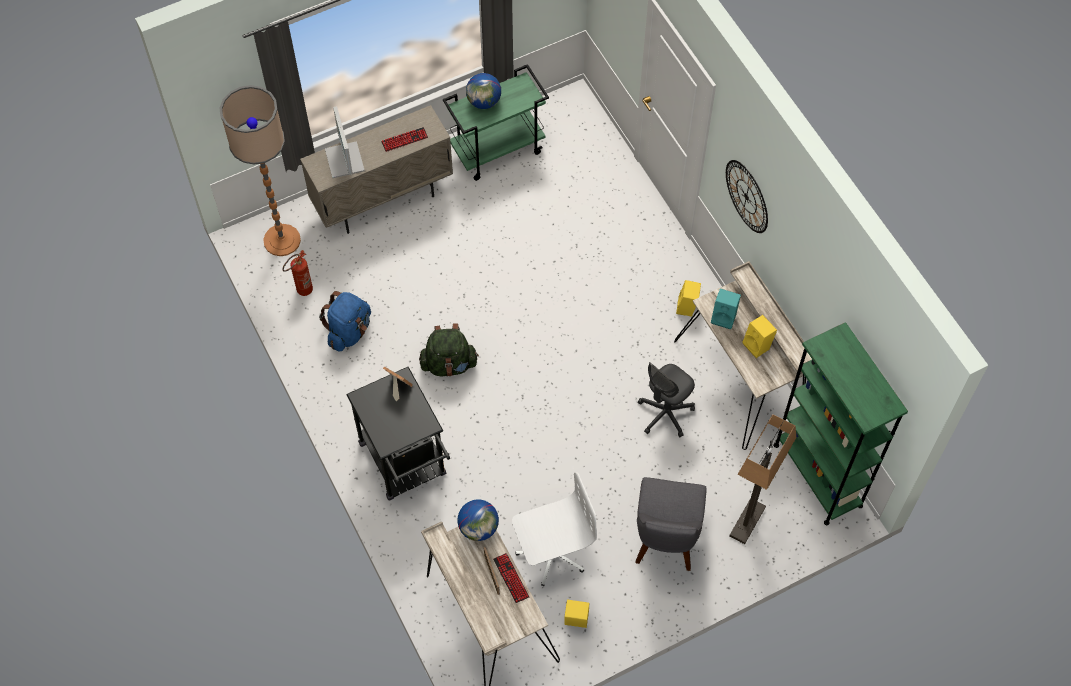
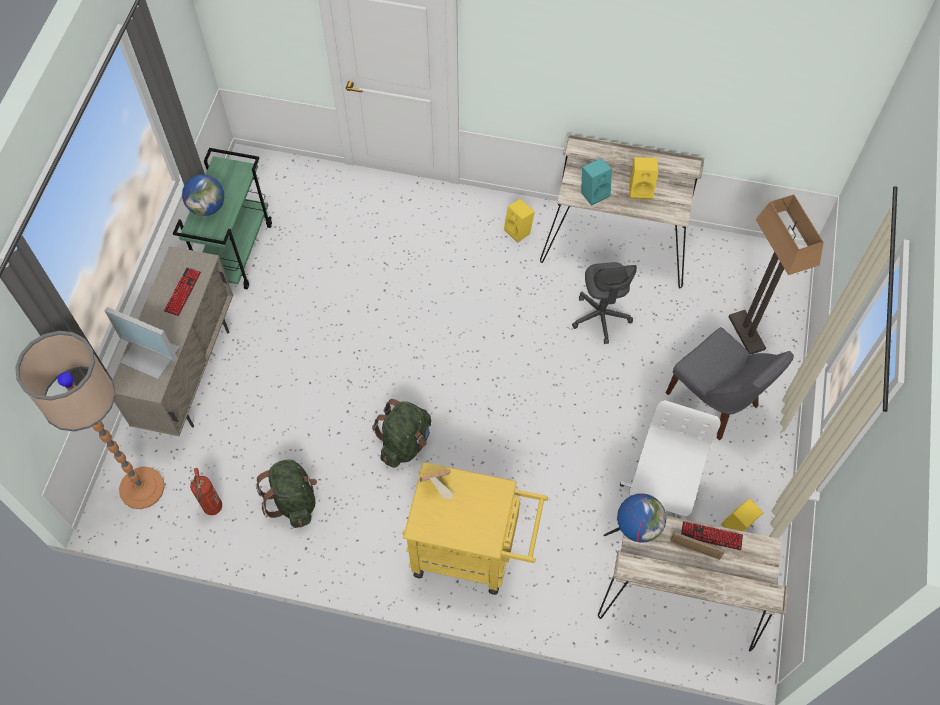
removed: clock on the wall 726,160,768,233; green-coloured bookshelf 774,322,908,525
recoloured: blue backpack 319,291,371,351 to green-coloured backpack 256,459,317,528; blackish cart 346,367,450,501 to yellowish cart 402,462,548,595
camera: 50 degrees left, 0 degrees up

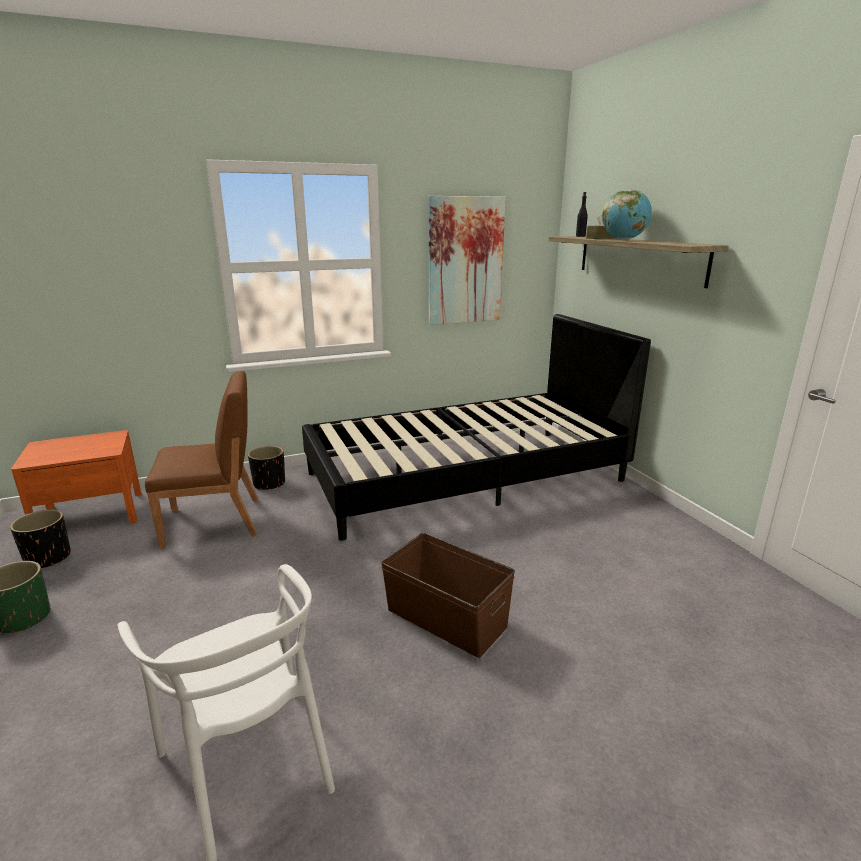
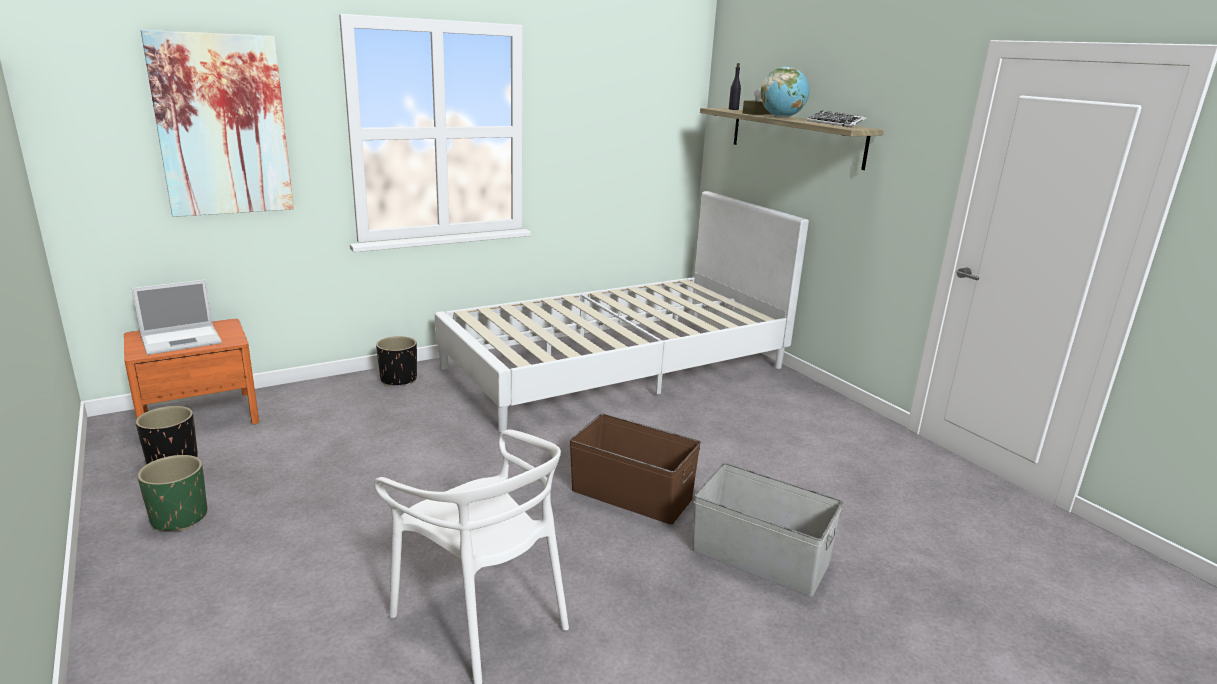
removed: brown-coloured plain chair 145,371,258,549
added: keyboard 807,111,866,127; notebook computer 132,280,222,355; gray storage box 692,463,843,597
moved: wall art 429,196,506,325 to 141,30,294,217
recoloured: blackish bedroom bed 302,314,651,541 to white bedroom bed 435,191,809,432
camera: 10 degrees left, 0 degrees up

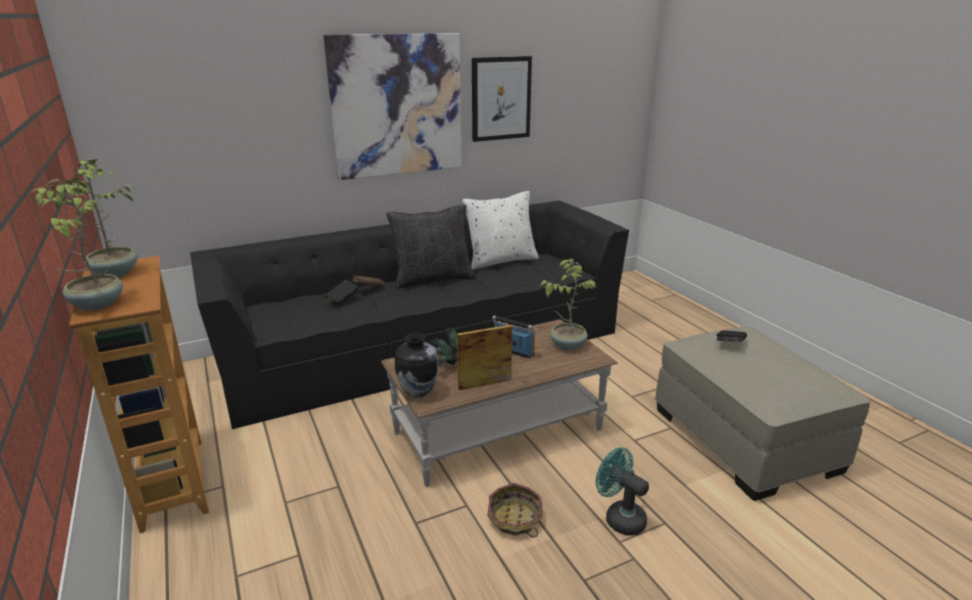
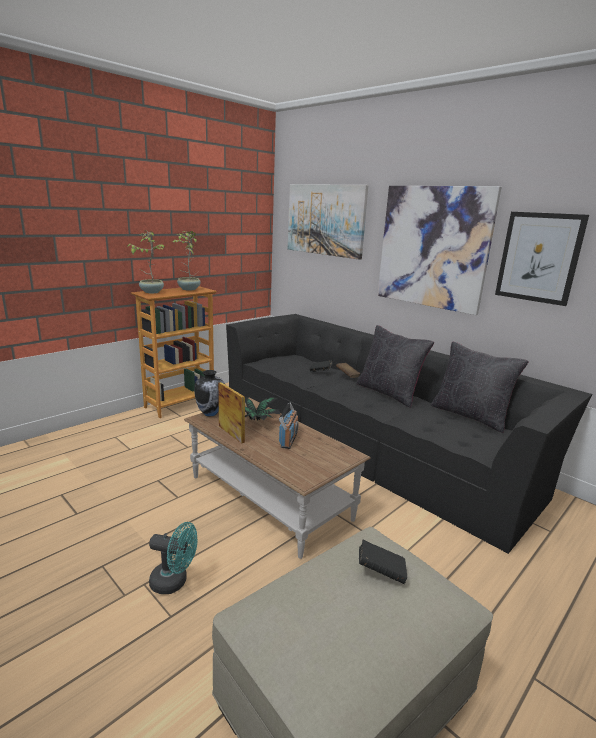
removed: houseplant 540,259,597,350; basket 487,483,543,537
added: wall art 288,184,368,260
recoloured: white pillow 462,191,539,270 to blackish pillow 430,342,529,433
turned: turquoise-coloured cooling fan 596,447,649,536 = 149,522,197,594 75 degrees clockwise
camera: 70 degrees right, 5 degrees down

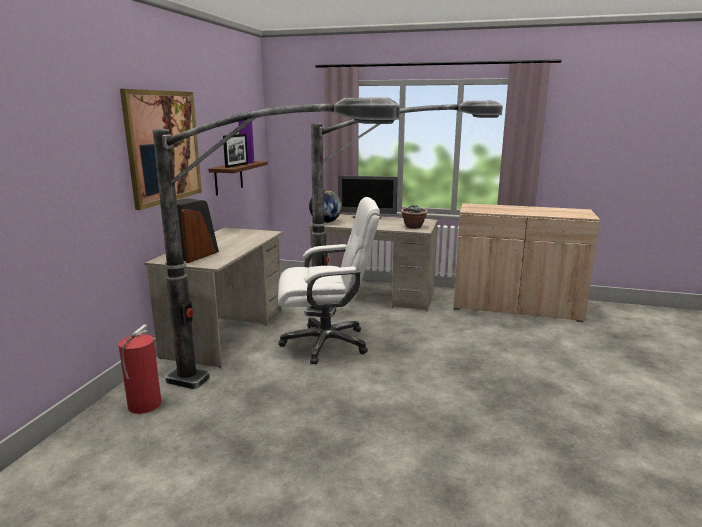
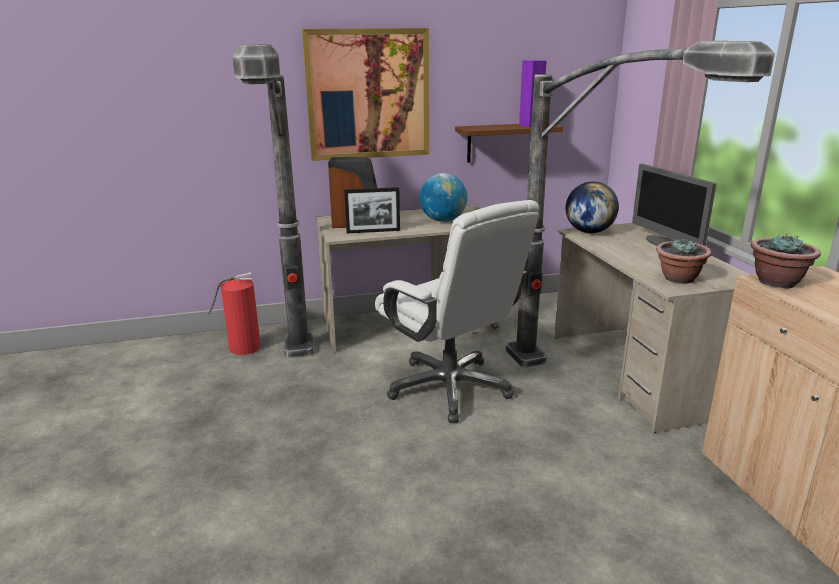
added: globe 419,173,467,222; houseplant 750,233,821,288
moved: picture frame 223,134,248,168 to 344,187,400,234
camera: 60 degrees right, 5 degrees up

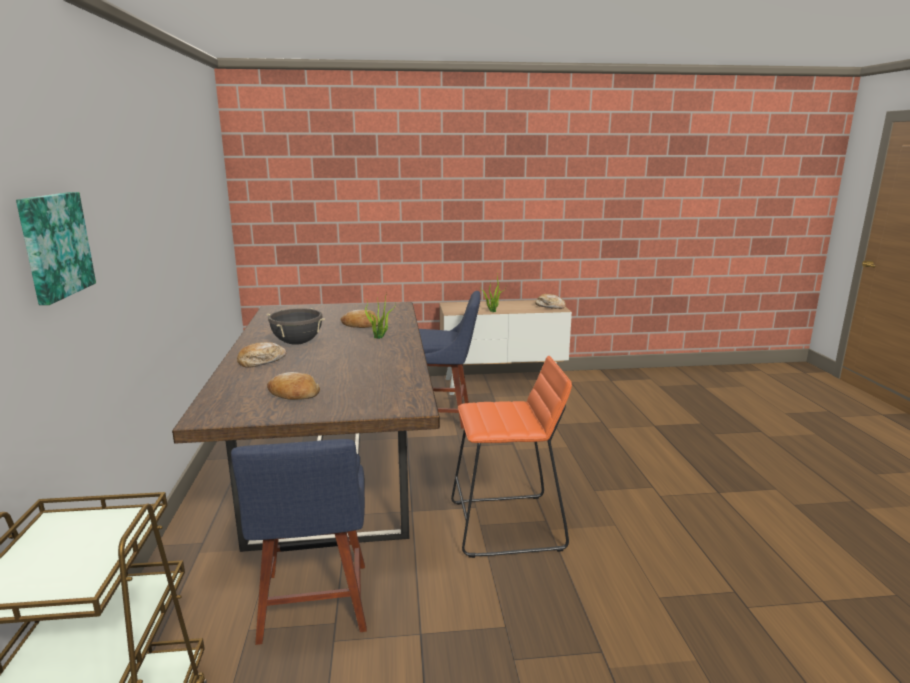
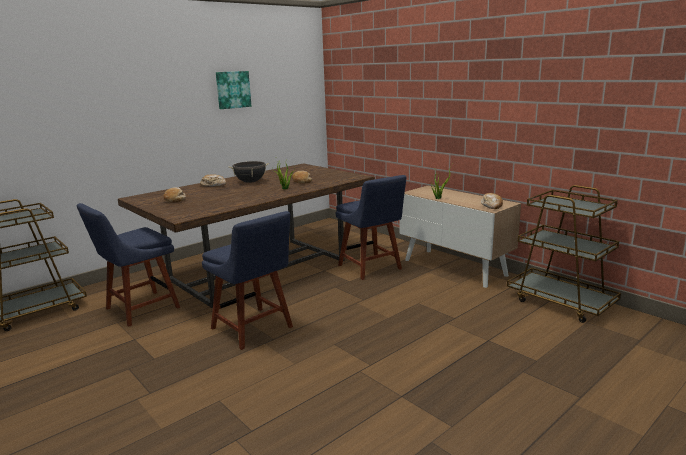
added: brown-coloured cart 507,185,621,323
moved: wall art 16,192,96,305 to 216,71,251,109
replaced: orangey stool 451,356,572,558 to blue plain chair 202,211,293,350
camera: 55 degrees right, 0 degrees up

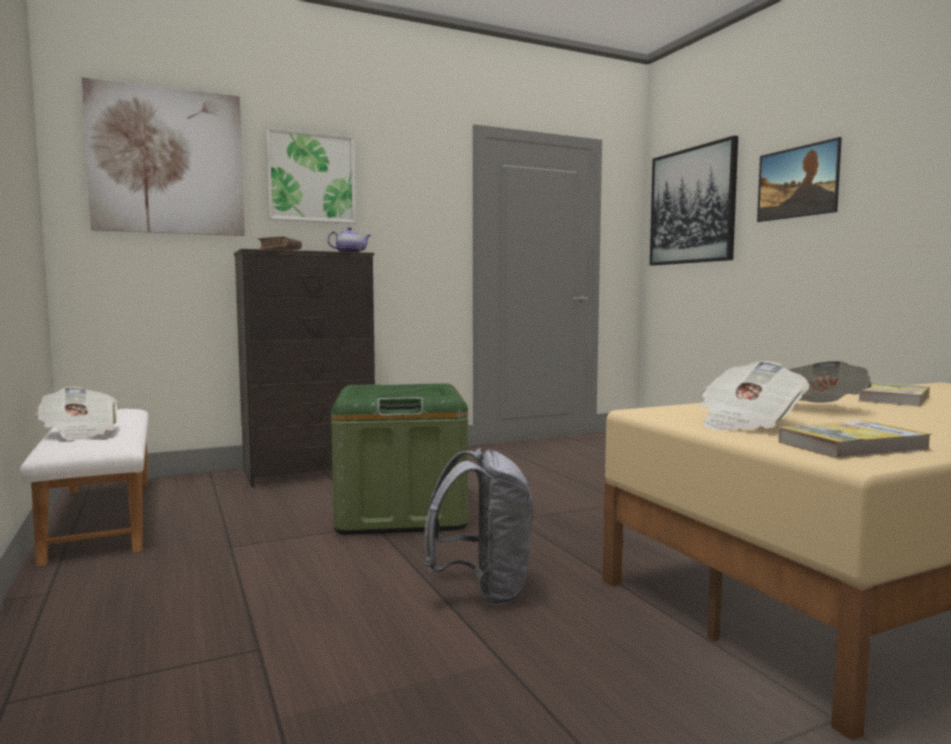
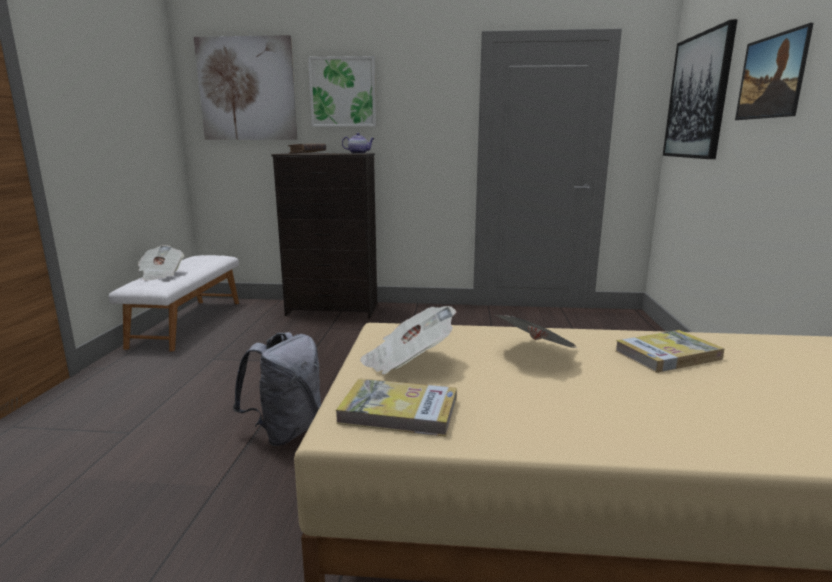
removed: green-coloured storage box 331,383,468,535
camera: 30 degrees right, 10 degrees up

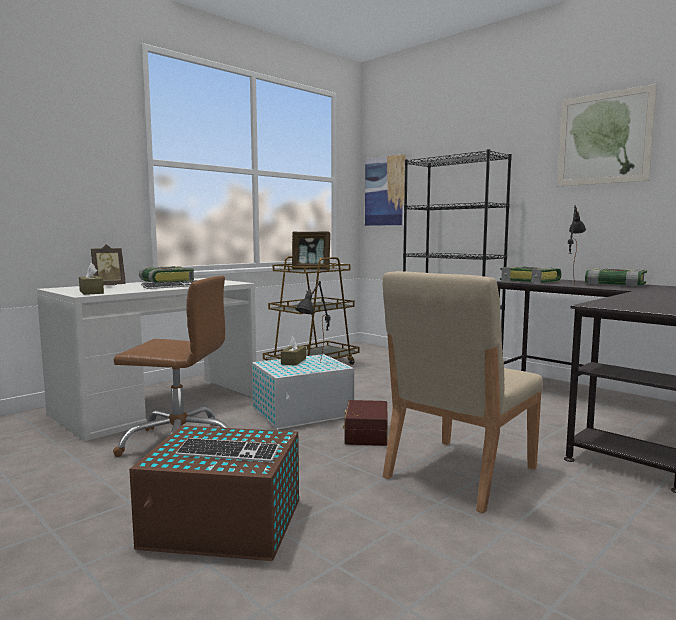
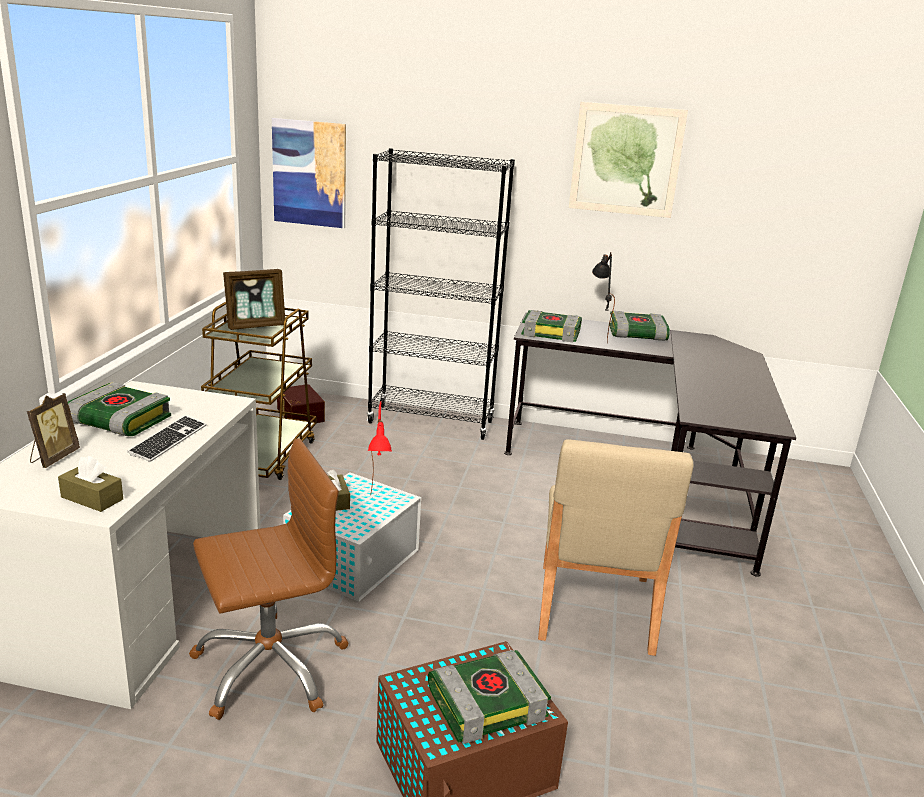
moved: brown-coloured storage box 343,400,387,446 to 277,384,325,423
replaced: keyboard 175,438,280,462 to book 428,650,551,744
recoloured: blackish lamp for a table 295,281,331,362 to reddish lamp for a table 367,401,392,496
camera: 35 degrees left, 15 degrees up

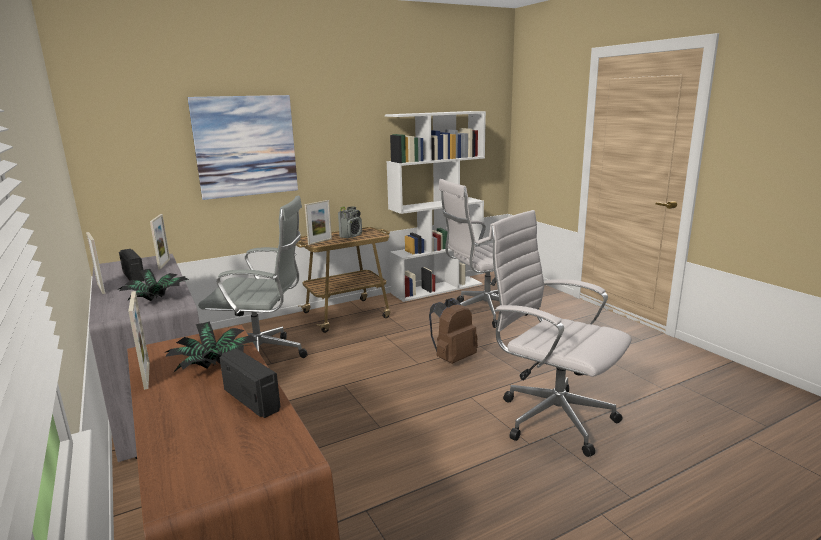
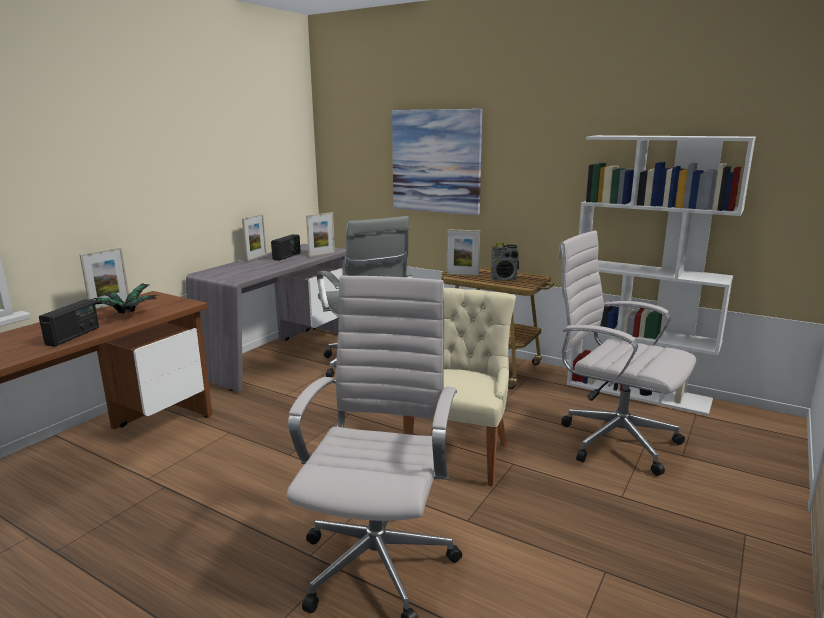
removed: houseplant 119,269,189,301
replaced: brown-coloured backpack 429,298,478,364 to beige plain chair 403,288,516,486
camera: 60 degrees right, 0 degrees up

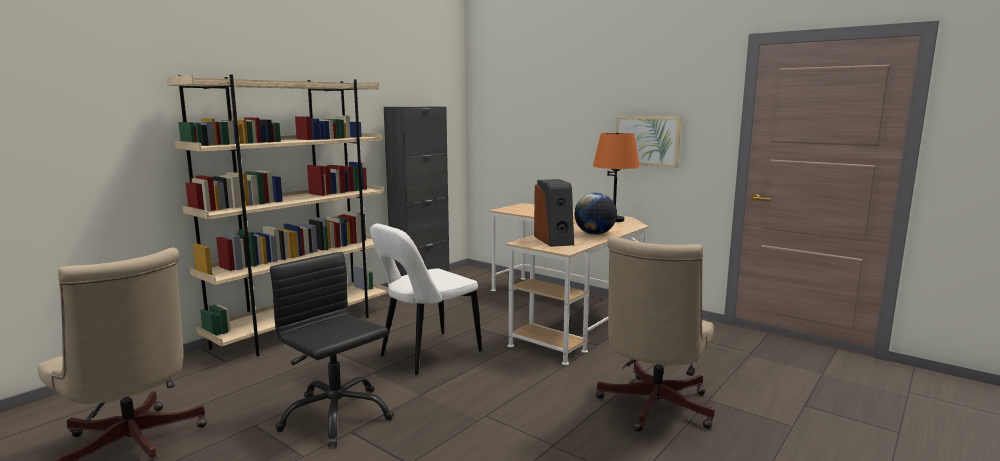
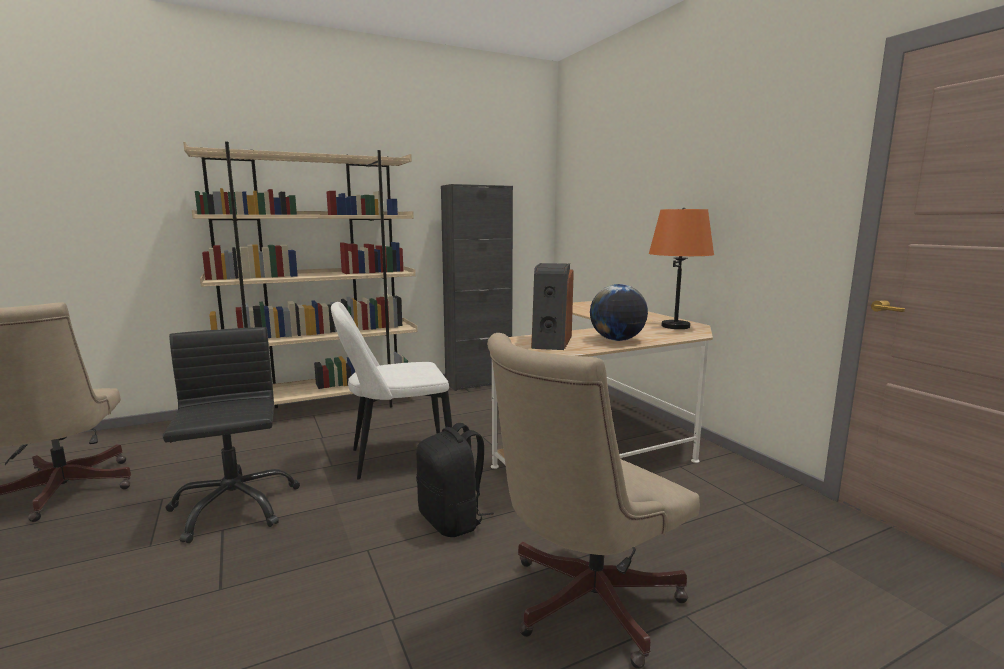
removed: wall art 616,116,682,167
added: blackish backpack 416,423,494,537
camera: 25 degrees right, 0 degrees up

